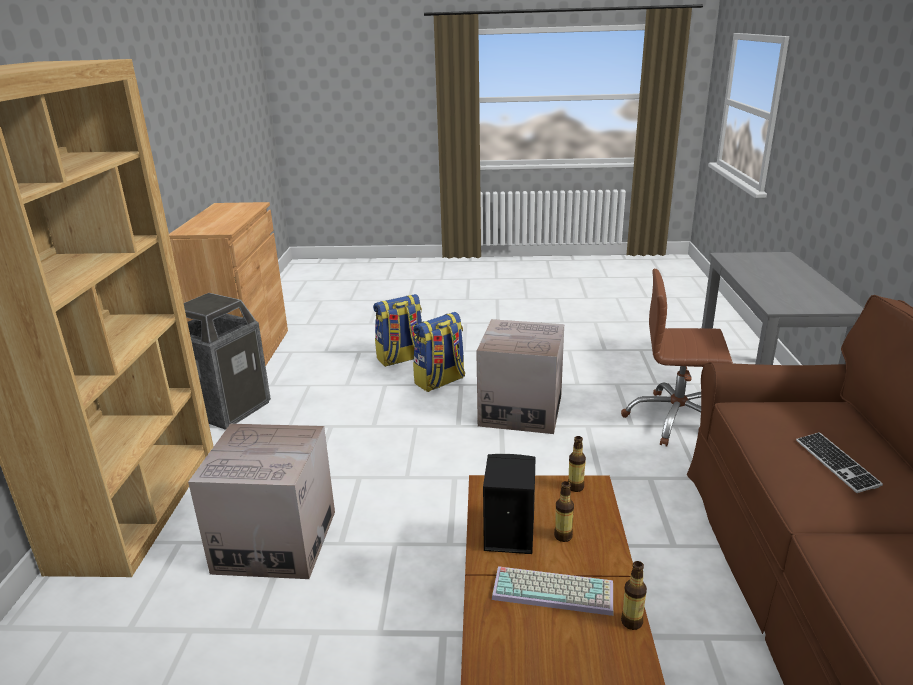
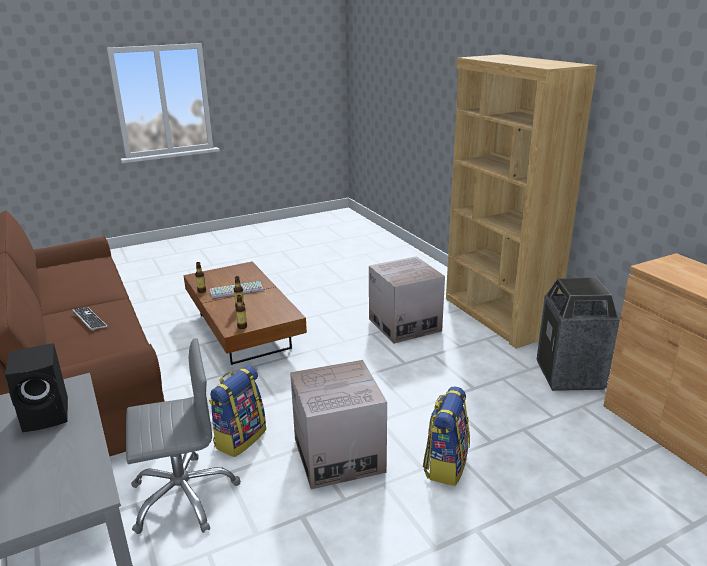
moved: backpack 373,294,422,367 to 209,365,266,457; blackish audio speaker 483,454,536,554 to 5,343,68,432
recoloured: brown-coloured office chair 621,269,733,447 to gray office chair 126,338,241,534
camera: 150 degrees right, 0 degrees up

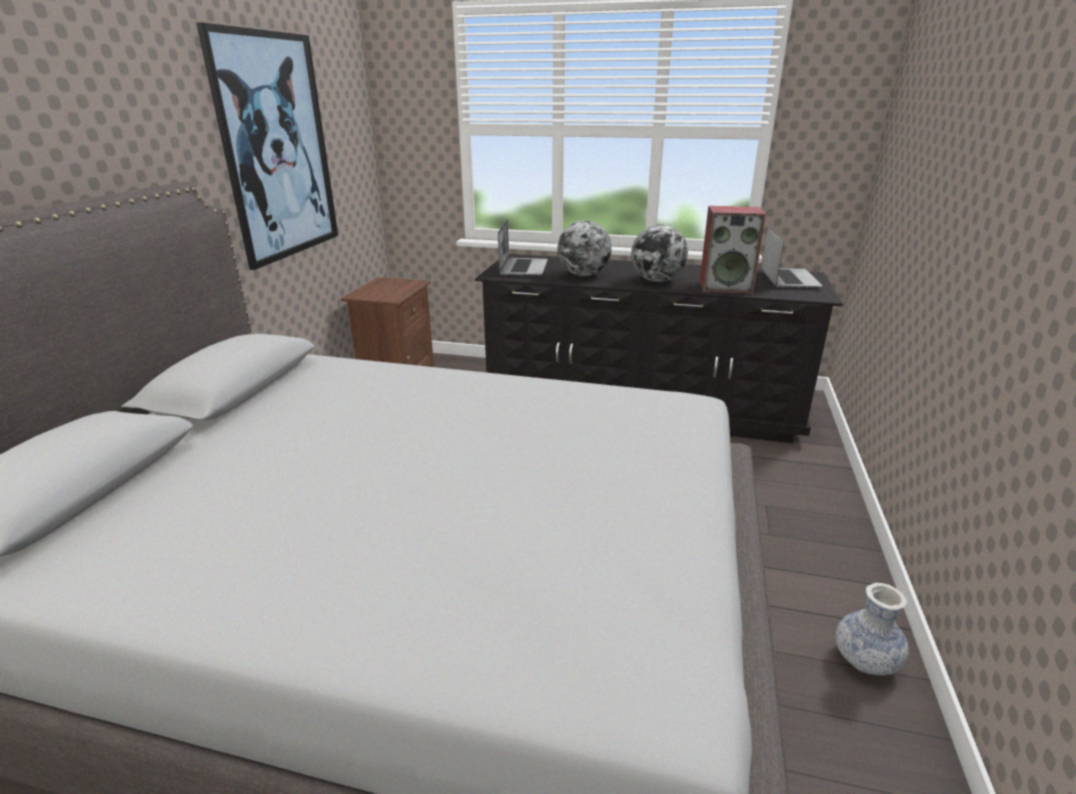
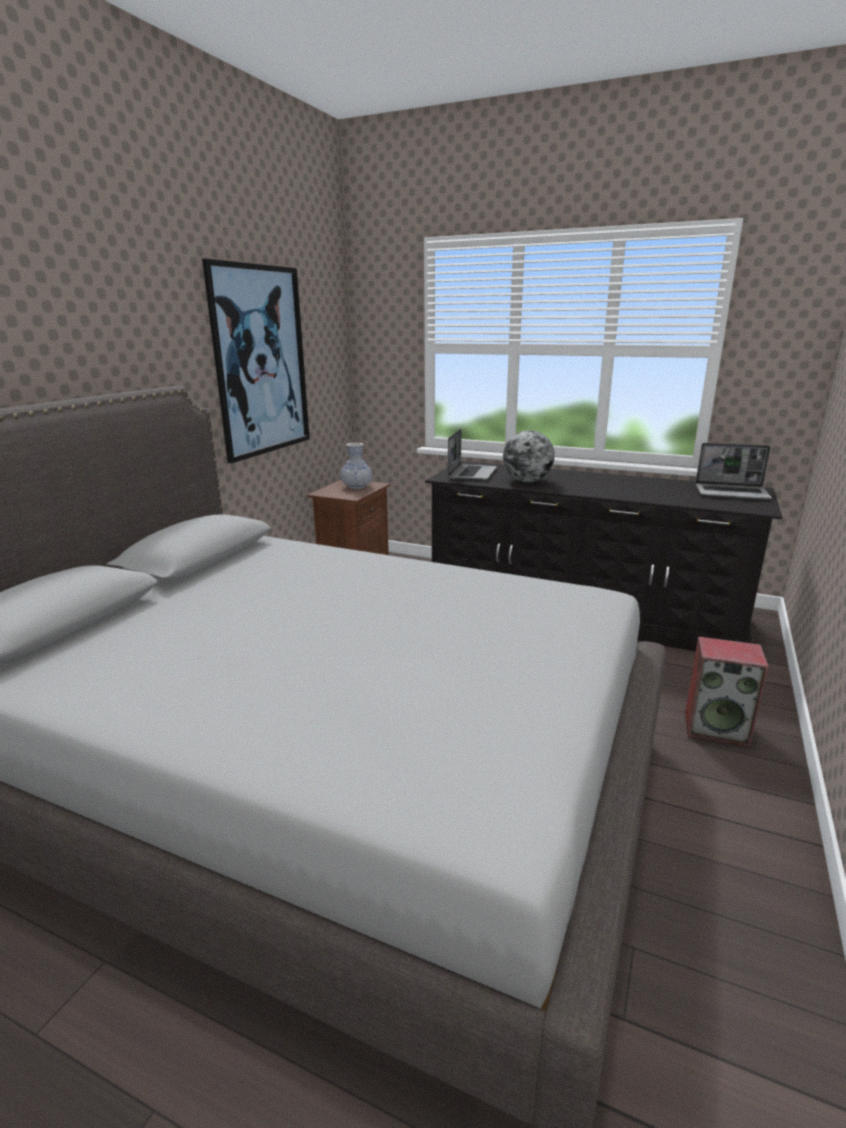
removed: globe 631,224,688,282
moved: audio speaker 700,206,766,294 to 685,636,769,747; decorative vase 836,583,909,676 to 340,443,372,489
turned: notebook computer 761,227,823,289 = 696,443,772,500 90 degrees clockwise
camera: 10 degrees right, 5 degrees down

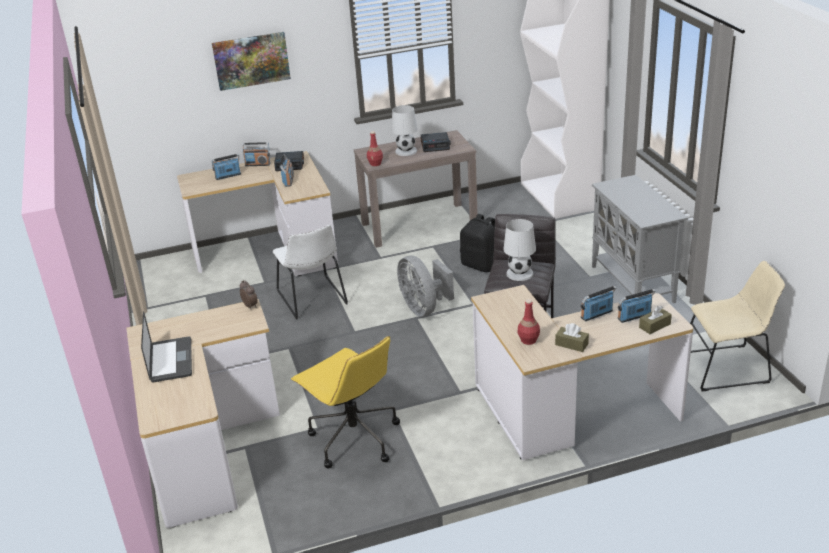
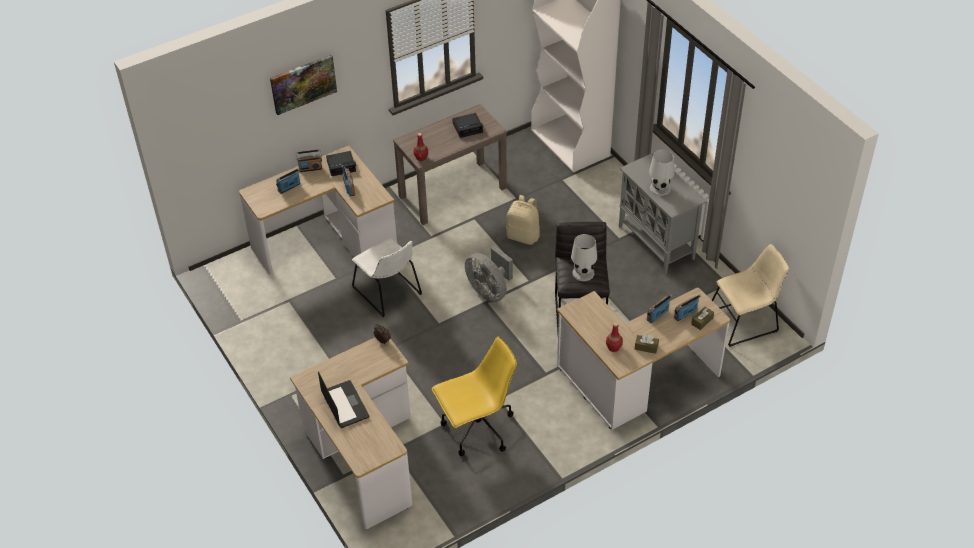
moved: white lamp for a table 392,105,418,156 to 649,150,675,196
recoloured: blackish backpack 460,214,495,272 to beige backpack 506,195,540,245
turned: yellowish office chair 291,336,400,469 = 432,337,517,456 60 degrees counterclockwise
camera: 15 degrees left, 15 degrees up

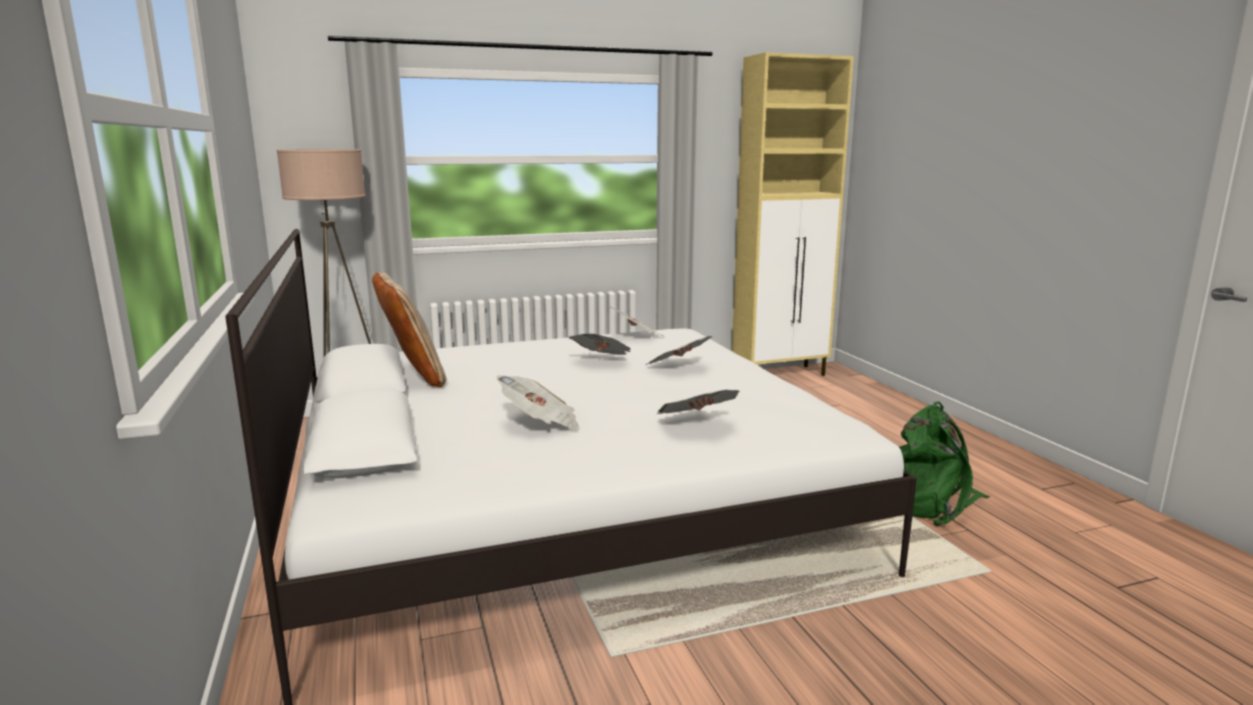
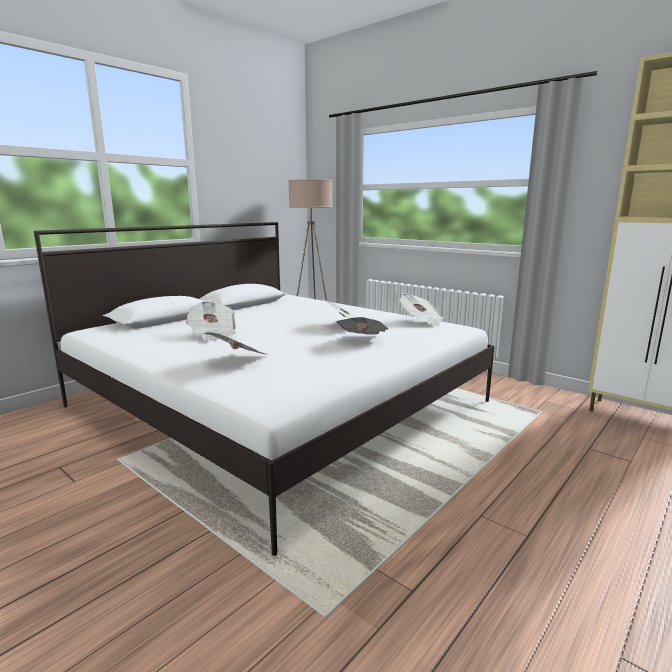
removed: beige pillow 372,272,447,387; green-coloured backpack 899,402,991,527
camera: 60 degrees right, 0 degrees up

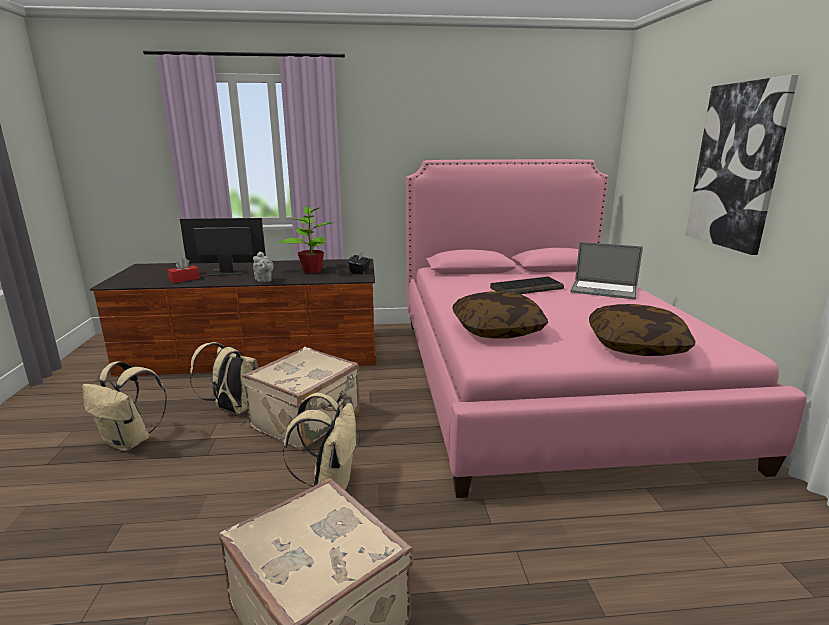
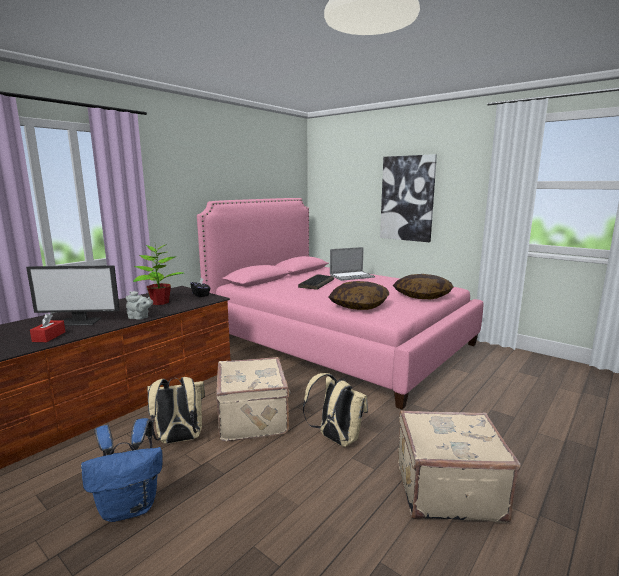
recoloured: beige backpack 82,361,167,451 to blue backpack 81,418,163,522
turned: monitor 180,218,266,275 = 26,265,120,326 135 degrees counterclockwise
camera: 45 degrees left, 5 degrees down

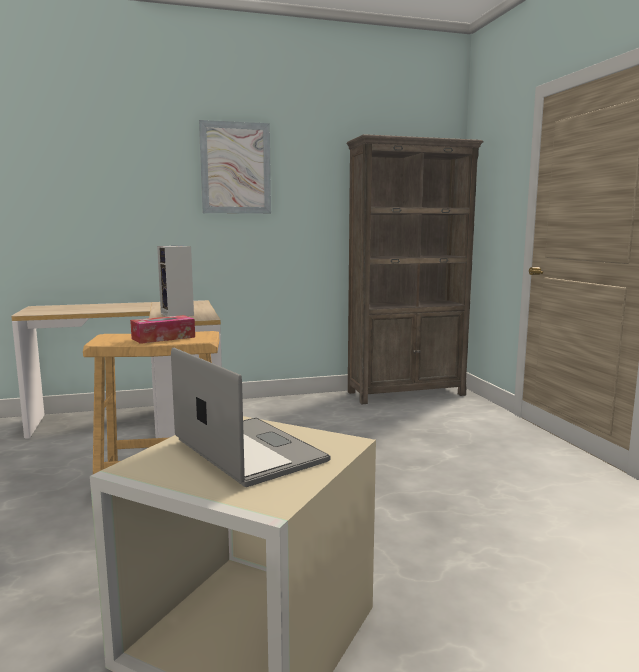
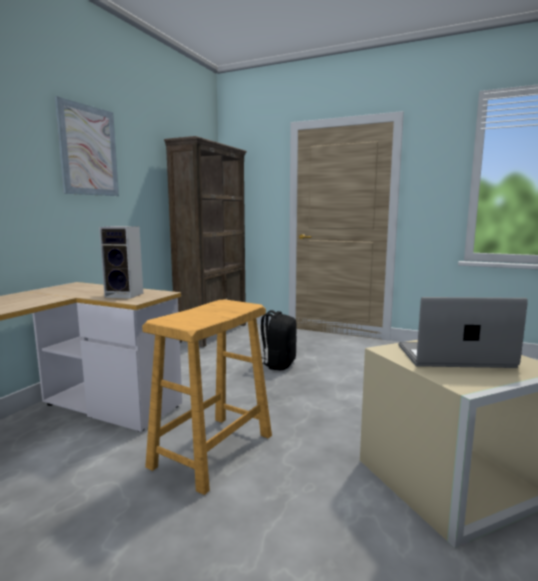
removed: tissue box 130,315,195,344
added: blackish backpack 261,310,297,370
camera: 50 degrees left, 0 degrees up

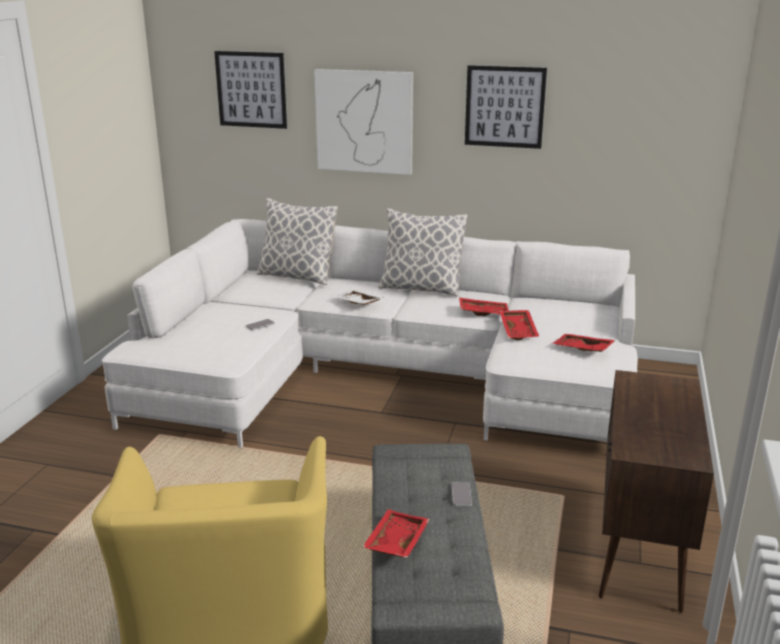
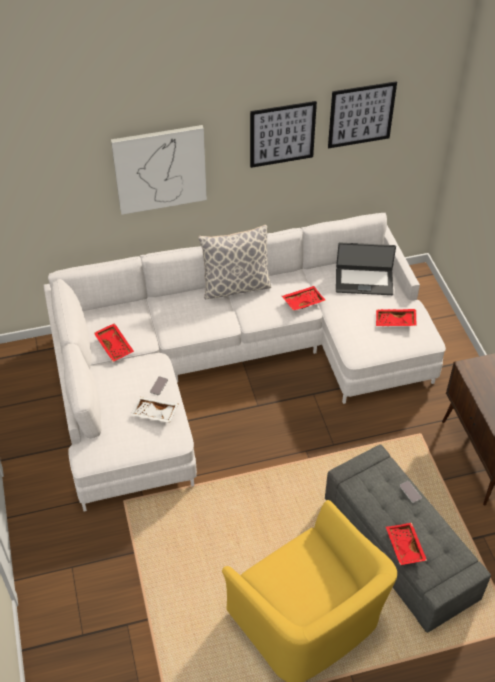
removed: pillow 257,198,338,285
added: notebook computer 336,243,396,295
moved: wall art 214,51,287,129 to 328,81,397,148; white serving tray 334,290,383,305 to 130,397,179,423; reddish serving tray 500,310,539,340 to 94,323,134,362
camera: 30 degrees left, 25 degrees up

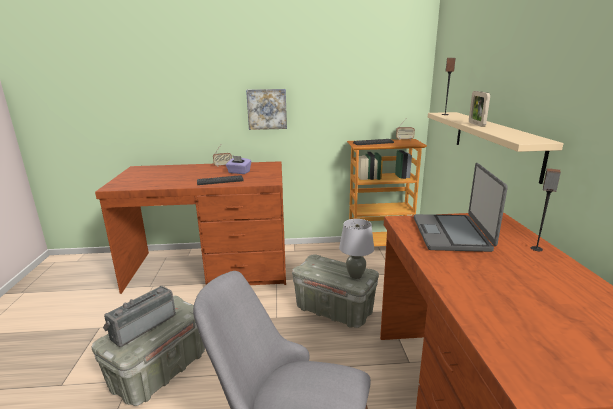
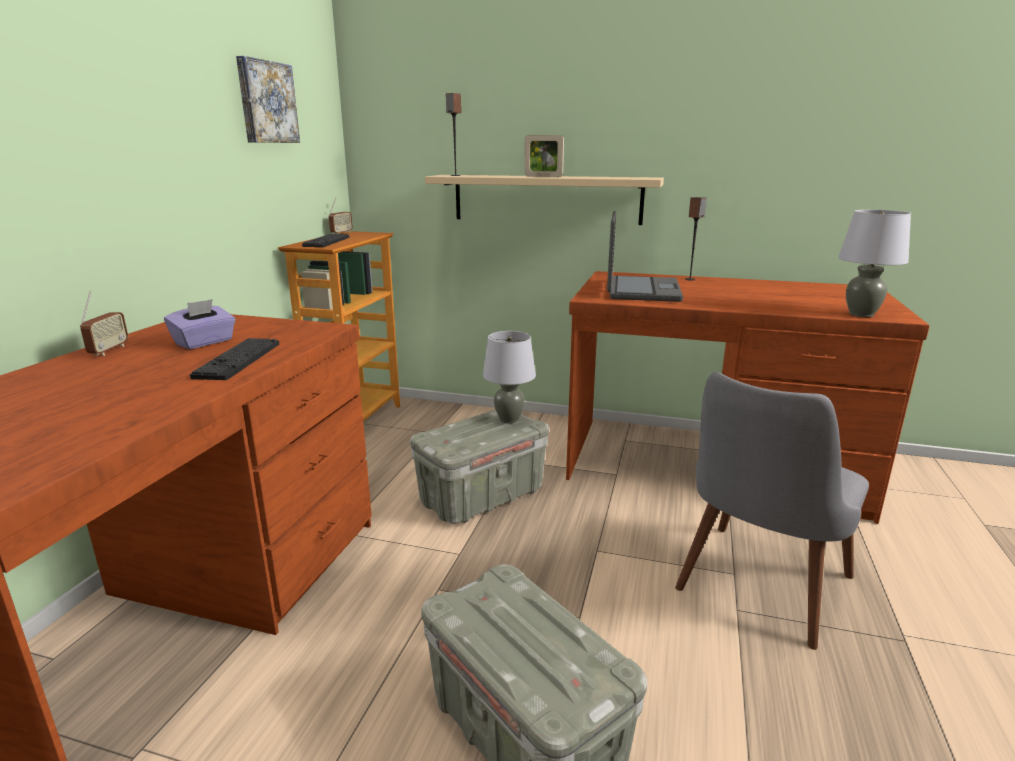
removed: radio set 103,286,176,347
added: gray lamp for a table 838,210,911,317
moved: wall art 246,89,287,130 to 236,56,300,143
turned: notebook computer 414,163,508,252 = 607,211,683,302 105 degrees counterclockwise
camera: 70 degrees left, 0 degrees up

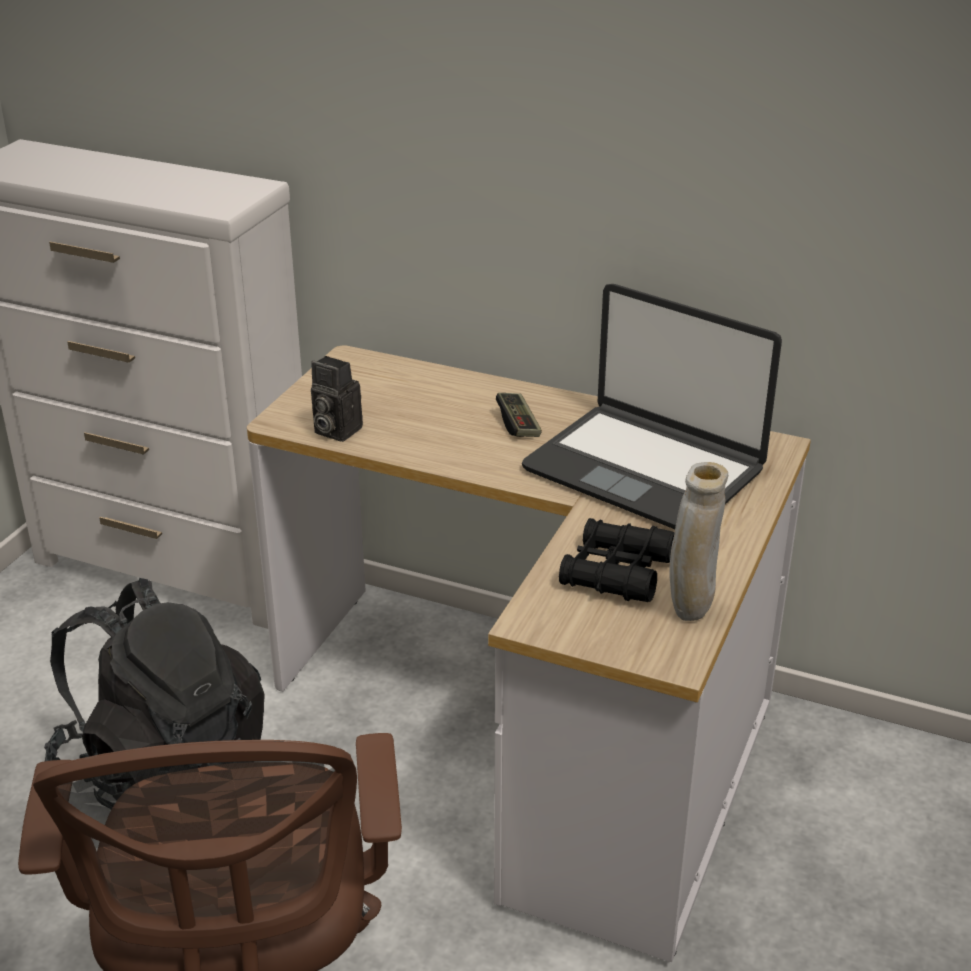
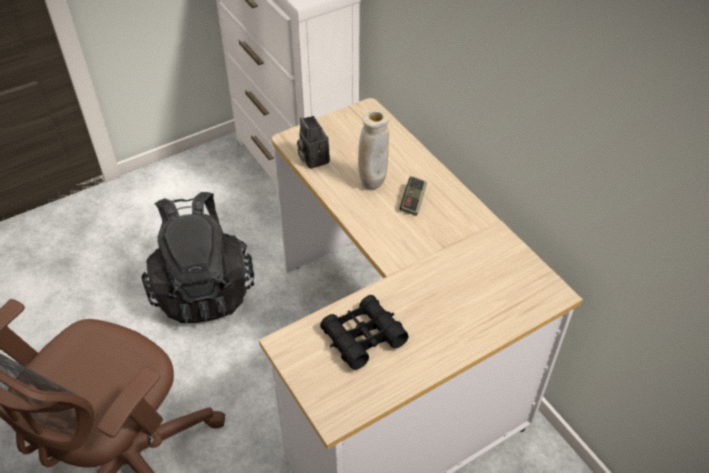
removed: notebook computer 522,284,782,529
moved: beige decorative vase 669,462,728,621 to 358,110,390,189
camera: 35 degrees right, 15 degrees up

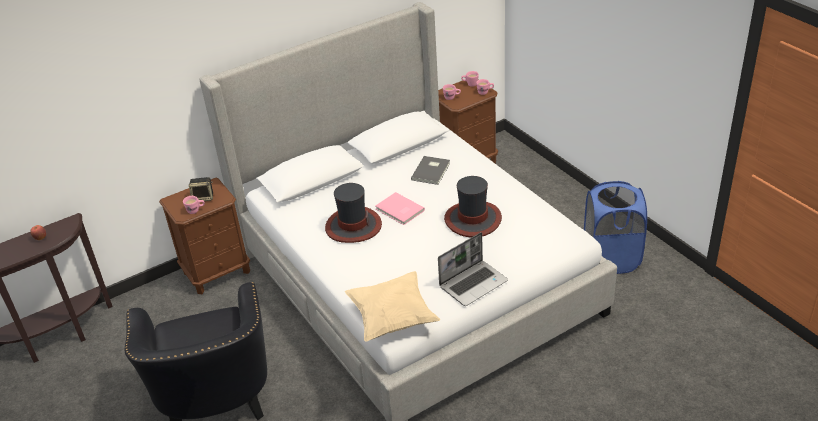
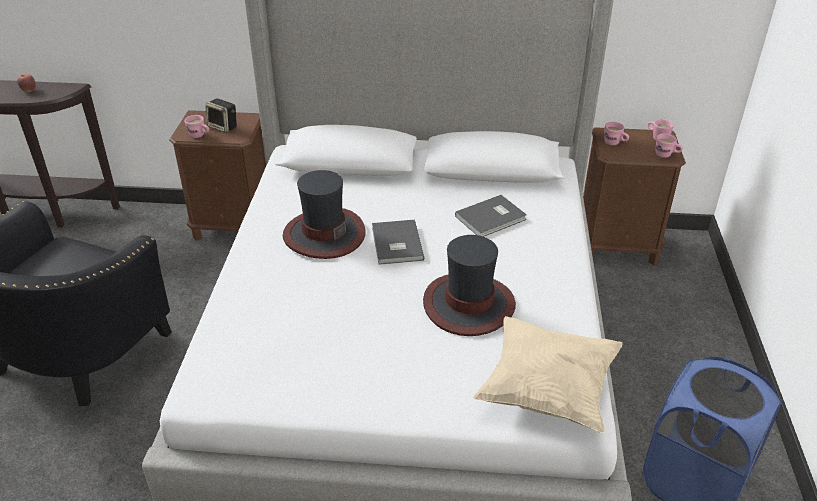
removed: notebook computer 438,232,508,306
moved: beige pillow 345,271,440,342 to 473,316,623,433
recoloured: pink-coloured book 376,192,425,225 to gray book 372,220,424,265
camera: 35 degrees right, 0 degrees up

